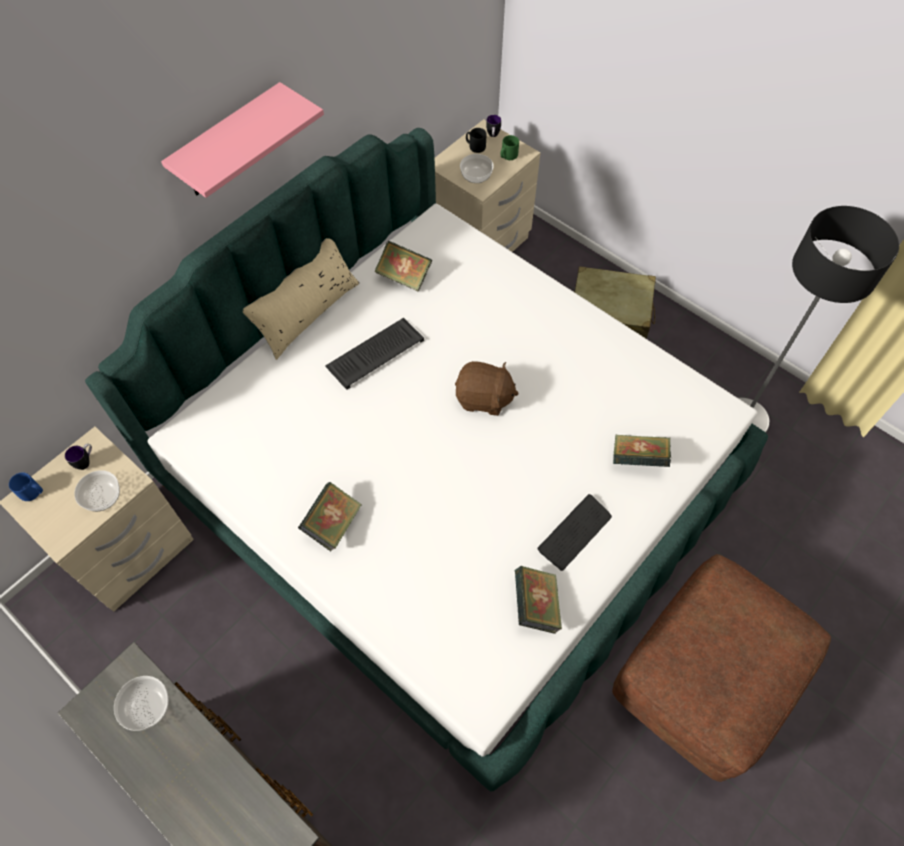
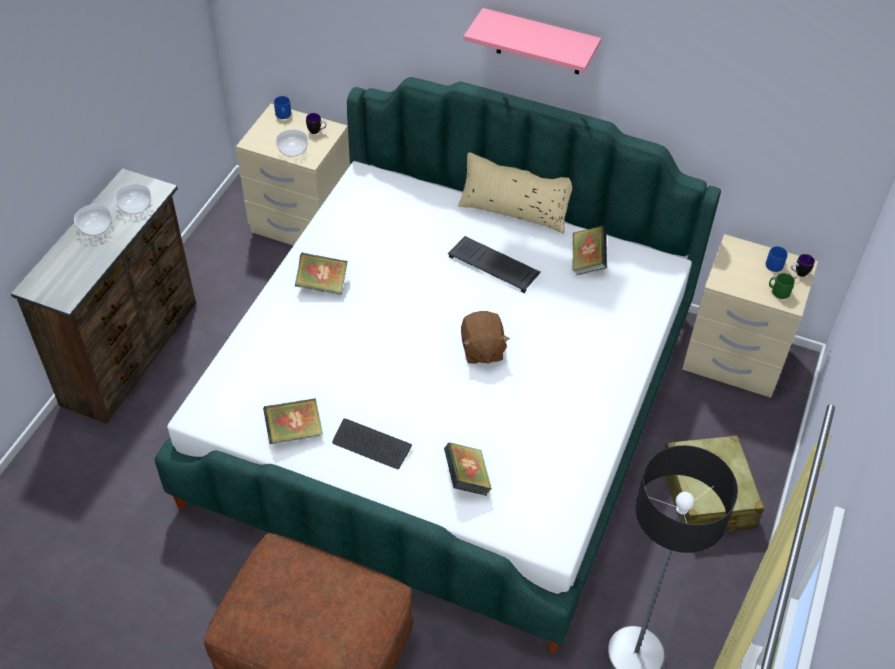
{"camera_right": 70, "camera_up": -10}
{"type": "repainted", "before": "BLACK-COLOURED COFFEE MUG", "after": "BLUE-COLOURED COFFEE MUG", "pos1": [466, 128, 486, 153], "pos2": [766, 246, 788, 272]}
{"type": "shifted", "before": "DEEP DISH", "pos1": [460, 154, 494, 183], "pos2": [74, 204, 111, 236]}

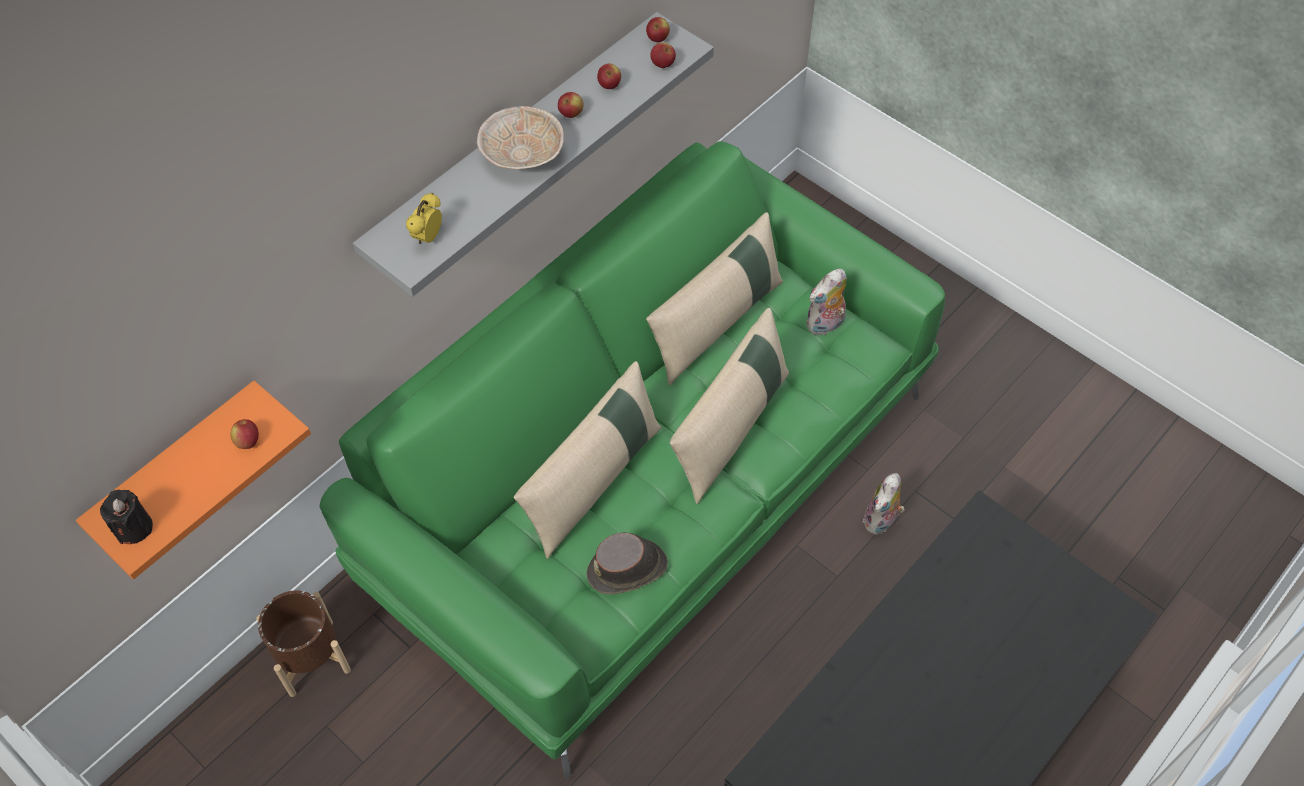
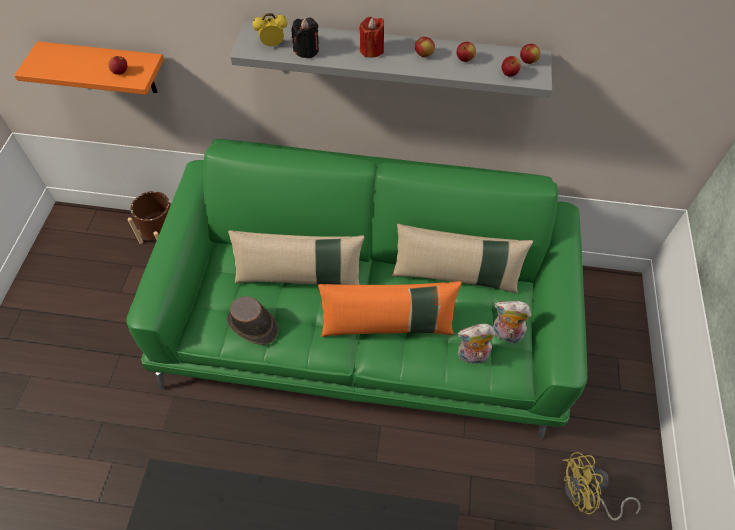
{"camera_right": 55, "camera_up": 0}
{"type": "swapped", "before": "BEIGE DEEP DISH", "after": "REDDISH WAX CANDLE", "pos1": [477, 106, 564, 169], "pos2": [359, 17, 384, 58]}
{"type": "repainted", "before": "BEIGE CUSHION", "after": "ORANGE-COLOURED CUSHION", "pos1": [670, 308, 789, 504], "pos2": [318, 281, 461, 337]}
{"type": "shifted", "before": "PLUSH TOY", "pos1": [863, 473, 904, 535], "pos2": [457, 324, 495, 364]}
{"type": "shifted", "before": "BLACK-COLOURED WAX CANDLE", "pos1": [100, 490, 153, 544], "pos2": [291, 18, 319, 59]}
{"type": "new", "after": "YELLOW COOLING FAN", "pos2": [563, 452, 641, 521]}

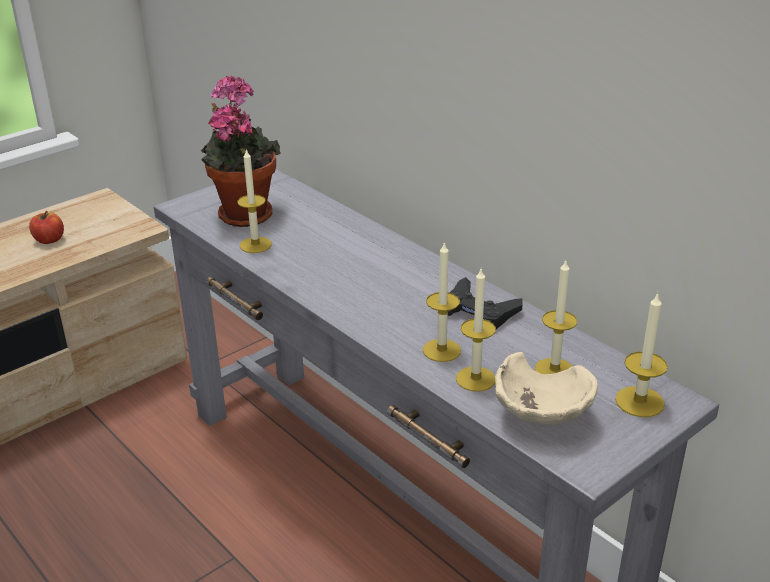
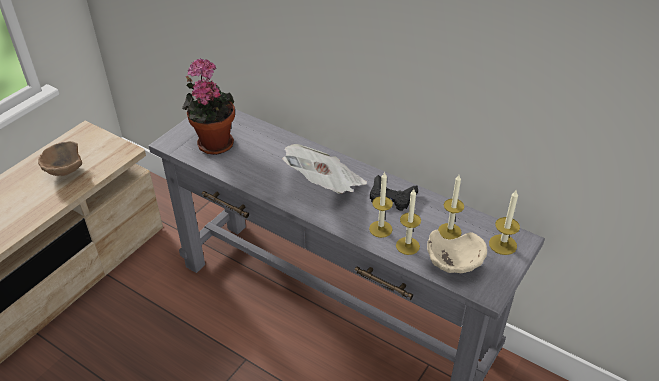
{"camera_right": -15, "camera_up": 10}
{"type": "gone", "before": "WAX CANDLE", "pos1": [237, 149, 272, 253]}
{"type": "swapped", "before": "APPLE", "after": "BROWNISH DEEP DISH", "pos1": [29, 211, 64, 244], "pos2": [38, 141, 82, 176]}
{"type": "new", "after": "PRINTED PAPER", "pos2": [282, 144, 367, 194]}

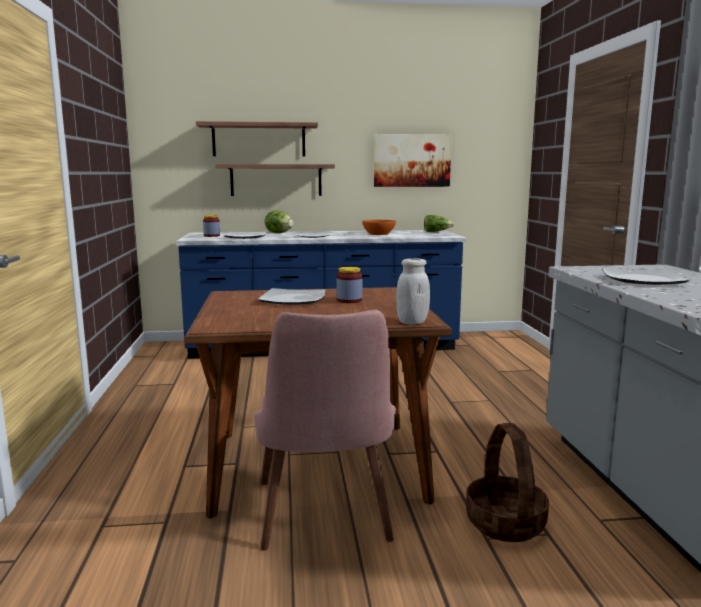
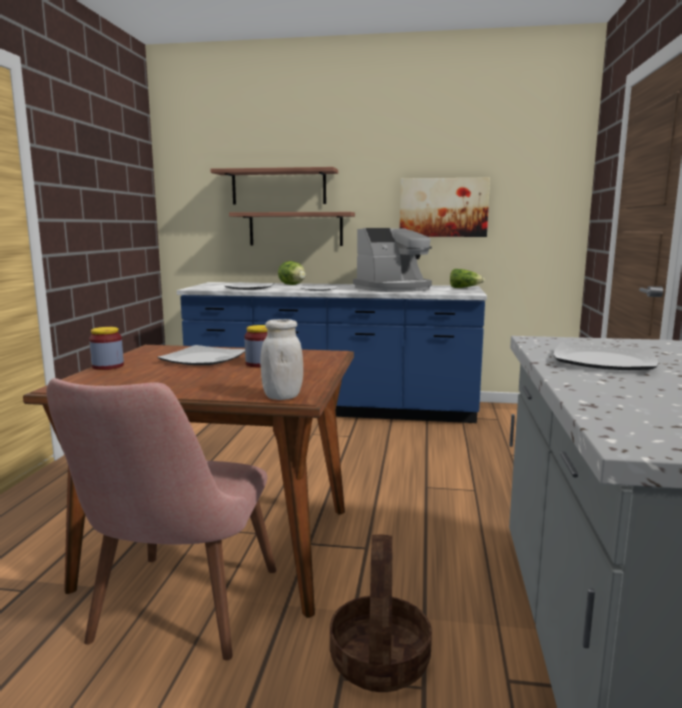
{"camera_right": 15, "camera_up": 0}
{"type": "shifted", "before": "STORAGE JAR", "pos1": [203, 215, 220, 237], "pos2": [89, 327, 124, 370]}
{"type": "swapped", "before": "ORANGE-COLOURED DEEP DISH", "after": "COFFEE MAKER", "pos1": [362, 220, 396, 235], "pos2": [353, 228, 432, 292]}

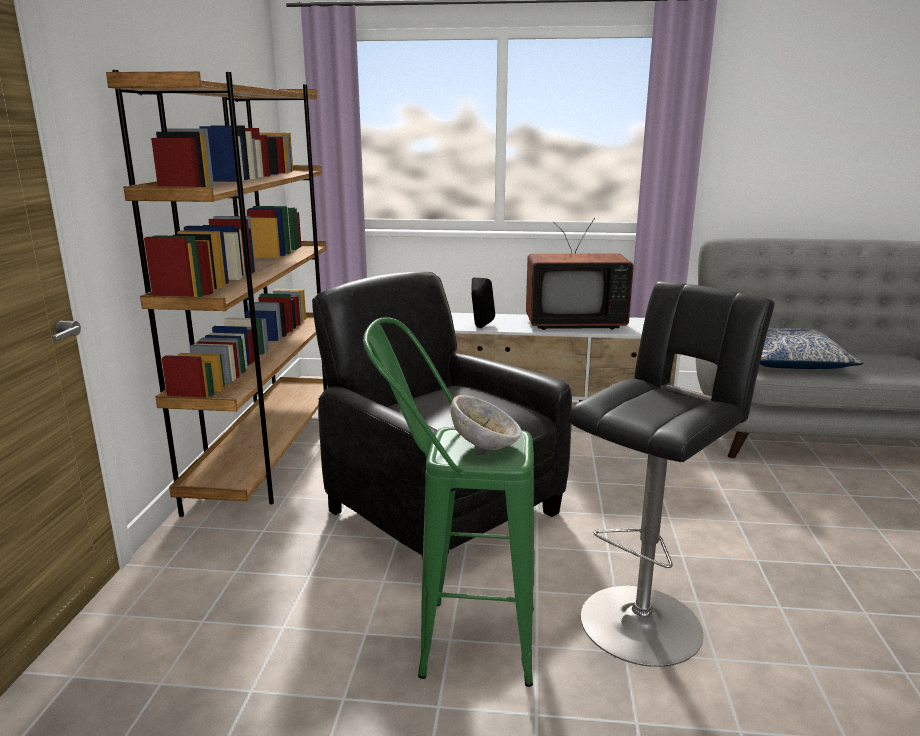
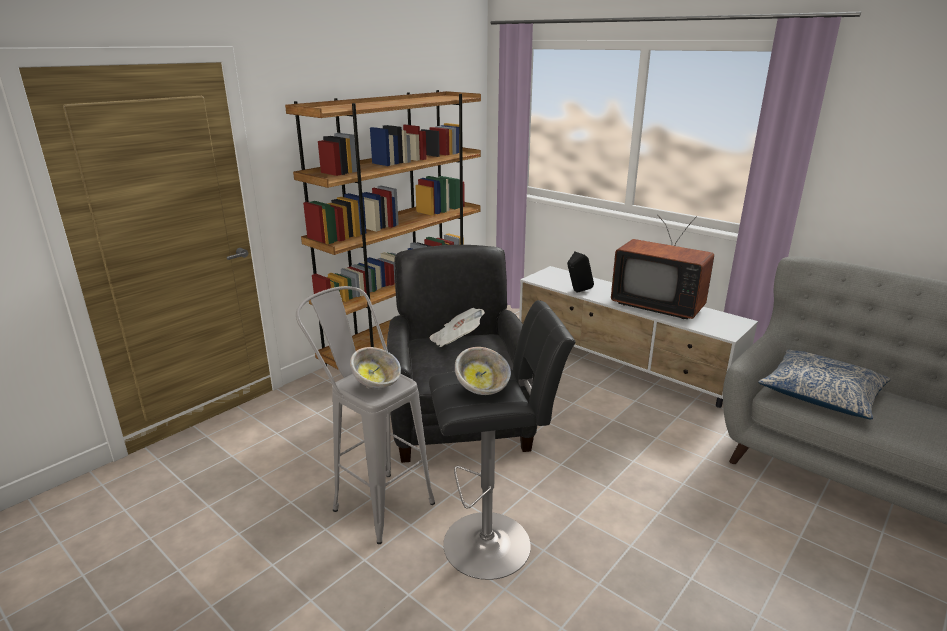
{"camera_right": 35, "camera_up": 5}
{"type": "repainted", "before": "GREEN SITTING STOOL", "after": "GRAY SITTING STOOL", "pos1": [363, 317, 534, 687], "pos2": [296, 286, 435, 544]}
{"type": "new", "after": "PRINTED PAPER", "pos2": [430, 308, 485, 347]}
{"type": "new", "after": "DEEP DISH", "pos2": [455, 347, 511, 395]}

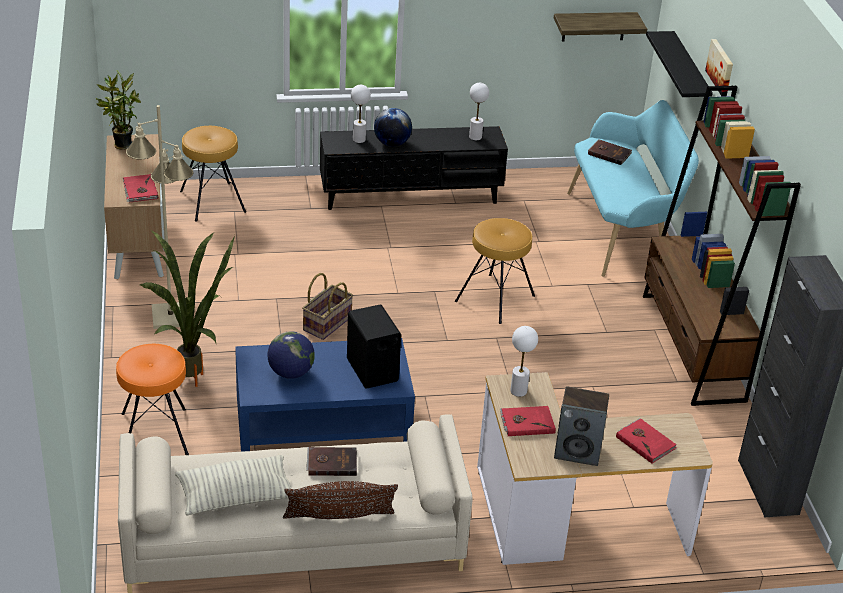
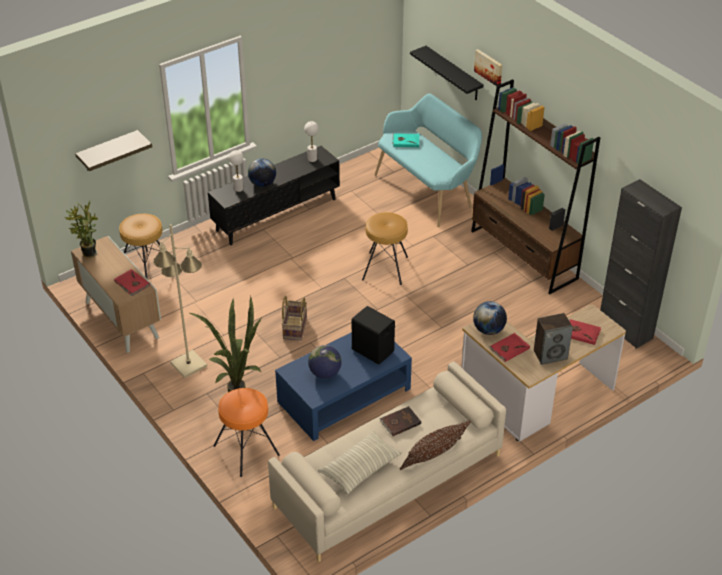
{"camera_right": -25, "camera_up": 5}
{"type": "shifted", "before": "WALL SHELF", "pos1": [554, 12, 647, 41], "pos2": [75, 130, 152, 171]}
{"type": "repainted", "before": "BROWNISH VOLUME", "after": "TURQUOISE-COLOURED VOLUME", "pos1": [588, 139, 632, 165], "pos2": [392, 133, 420, 147]}
{"type": "swapped", "before": "WHITE-COLOURED TABLE LAMP", "after": "DESK GLOBE", "pos1": [510, 326, 538, 397], "pos2": [473, 301, 507, 335]}

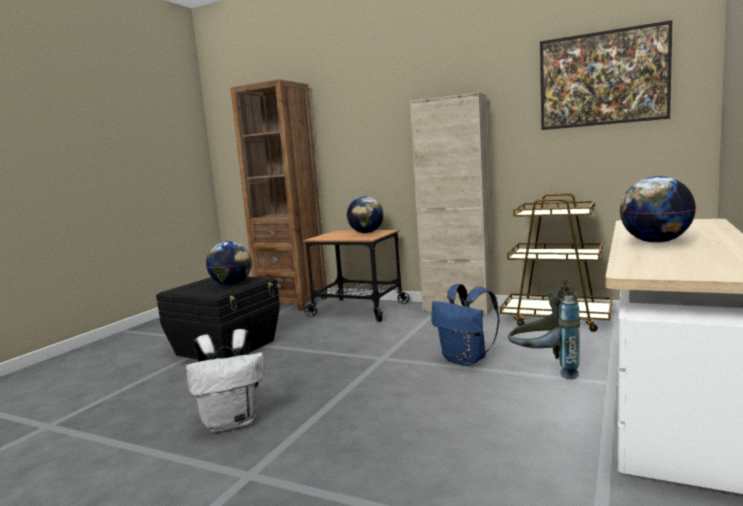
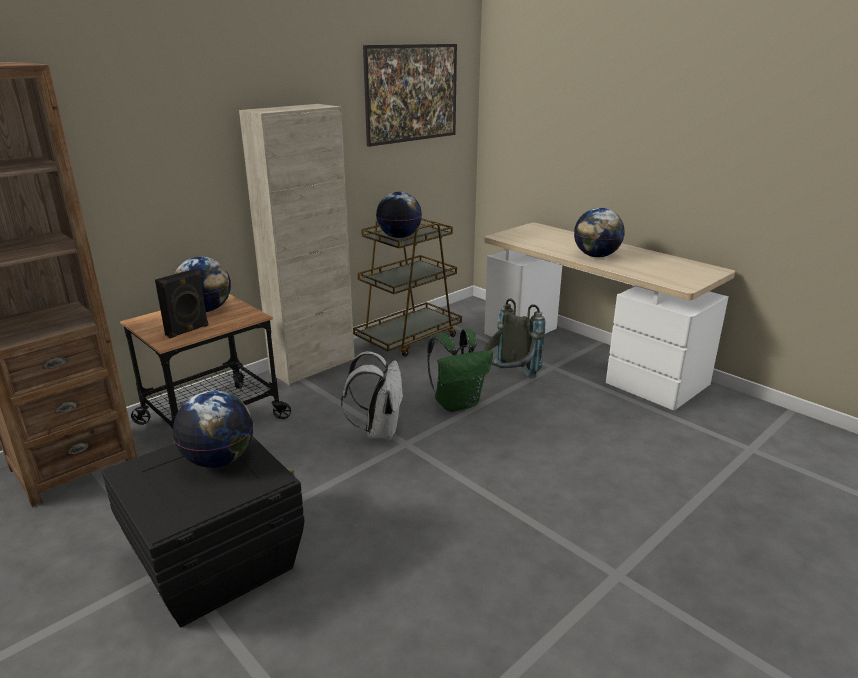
{"camera_right": -70, "camera_up": 15}
{"type": "repainted", "before": "BLUE-COLOURED BACKPACK", "after": "GREEN BACKPACK", "pos1": [431, 284, 499, 366], "pos2": [427, 329, 493, 412]}
{"type": "shifted", "before": "WHITE-COLOURED BACKPACK", "pos1": [186, 329, 264, 433], "pos2": [341, 351, 403, 440]}
{"type": "new", "after": "DESK GLOBE", "pos2": [376, 192, 422, 238]}
{"type": "new", "after": "BLACK-COLOURED LOUDSPEAKER", "pos2": [155, 269, 209, 338]}

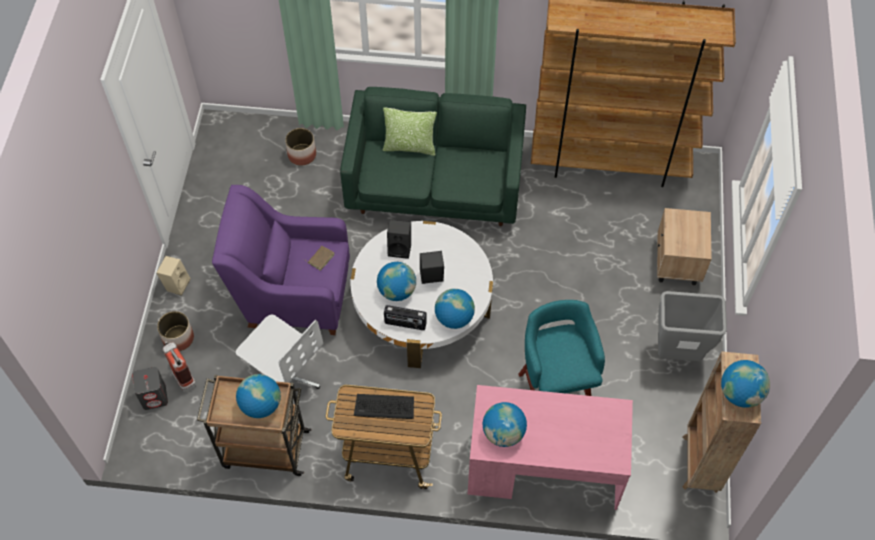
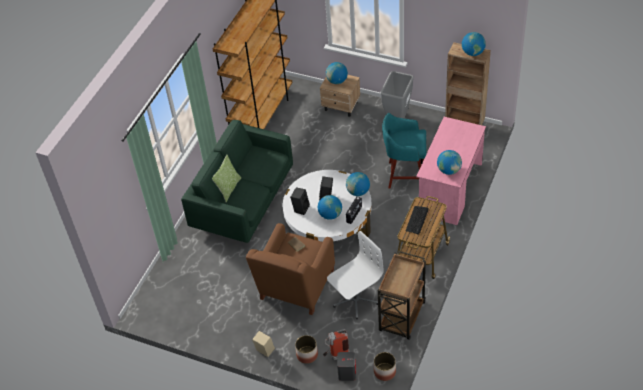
{"camera_right": -70, "camera_up": -10}
{"type": "shifted", "before": "FLOWER POT", "pos1": [285, 128, 316, 166], "pos2": [374, 352, 396, 381]}
{"type": "repainted", "before": "PURPLE ARMCHAIR", "after": "BROWNISH ARMCHAIR", "pos1": [212, 185, 350, 335], "pos2": [246, 223, 335, 315]}
{"type": "shifted", "before": "DESK GLOBE", "pos1": [236, 374, 281, 418], "pos2": [326, 62, 348, 84]}

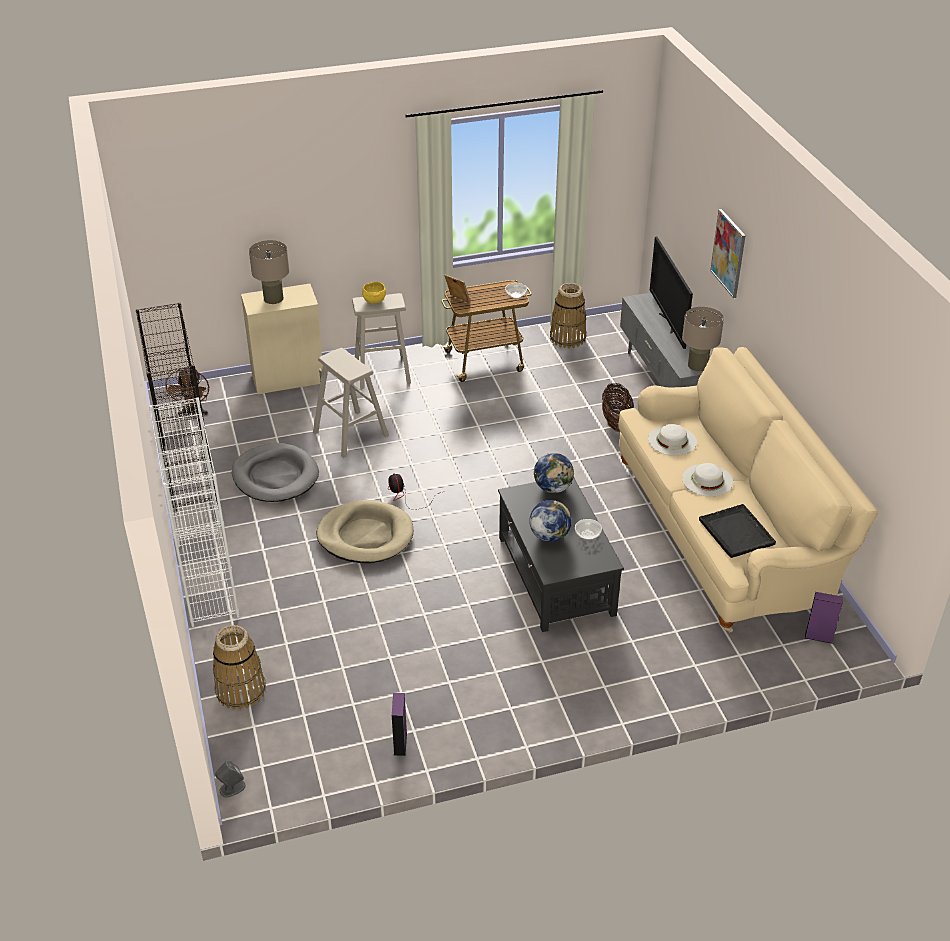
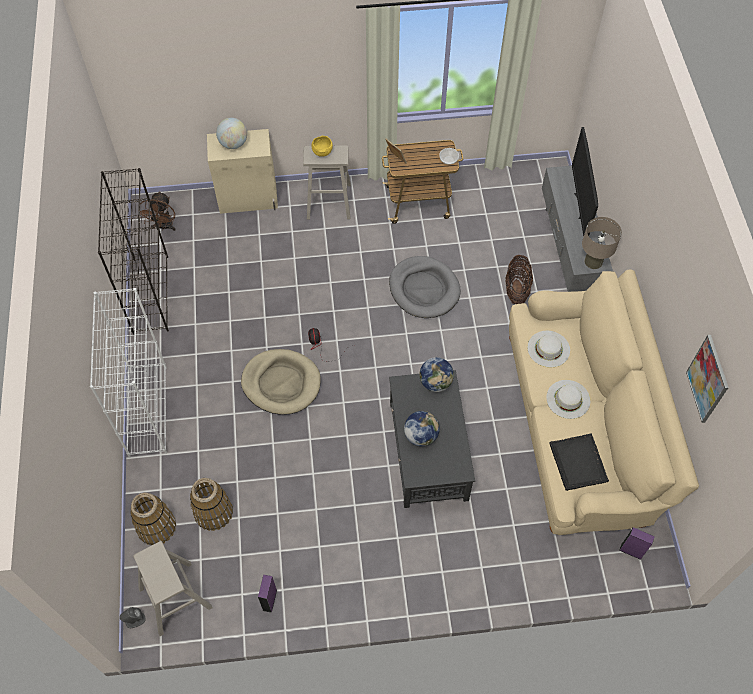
{"camera_right": 10, "camera_up": 20}
{"type": "shifted", "before": "WALL PICTURE", "pos1": [710, 209, 746, 298], "pos2": [686, 335, 729, 423]}
{"type": "swapped", "before": "BEIGE TABLE LAMP", "after": "DESK GLOBE", "pos1": [249, 240, 289, 304], "pos2": [216, 118, 247, 149]}
{"type": "shifted", "before": "STORAGE BASKET", "pos1": [550, 283, 586, 348], "pos2": [190, 478, 233, 531]}
{"type": "shifted", "before": "BEIGE SITTING STOOL", "pos1": [313, 348, 389, 458], "pos2": [133, 541, 213, 636]}
{"type": "shifted", "before": "GRAY PET BED", "pos1": [232, 443, 319, 502], "pos2": [389, 256, 461, 318]}
{"type": "gone", "before": "DEEP DISH", "pos1": [575, 519, 602, 540]}

